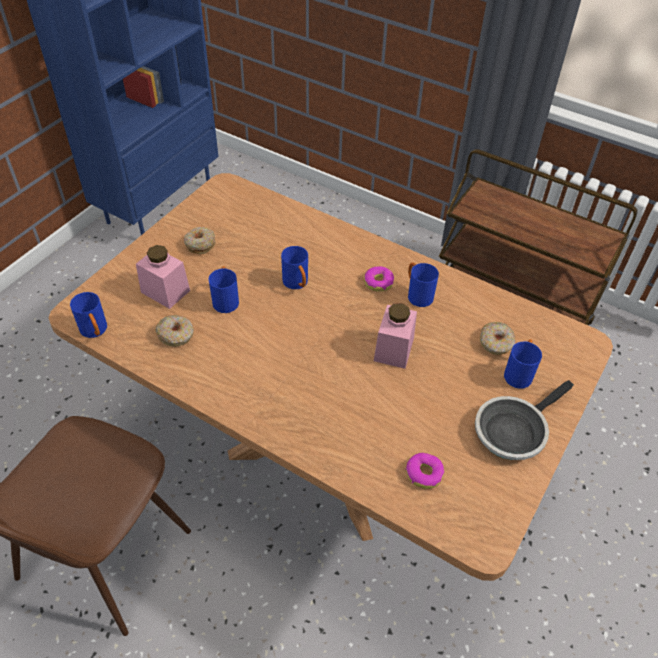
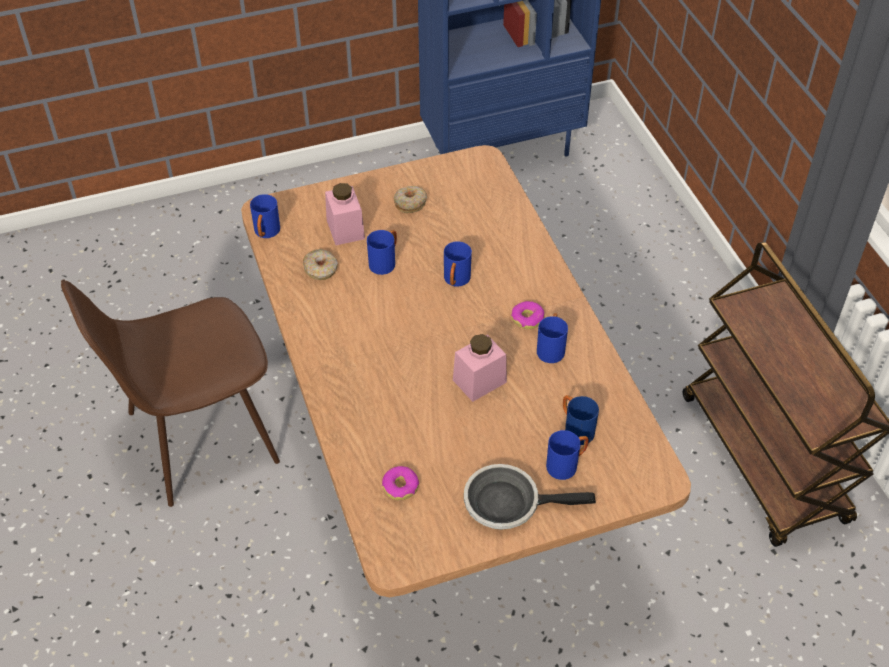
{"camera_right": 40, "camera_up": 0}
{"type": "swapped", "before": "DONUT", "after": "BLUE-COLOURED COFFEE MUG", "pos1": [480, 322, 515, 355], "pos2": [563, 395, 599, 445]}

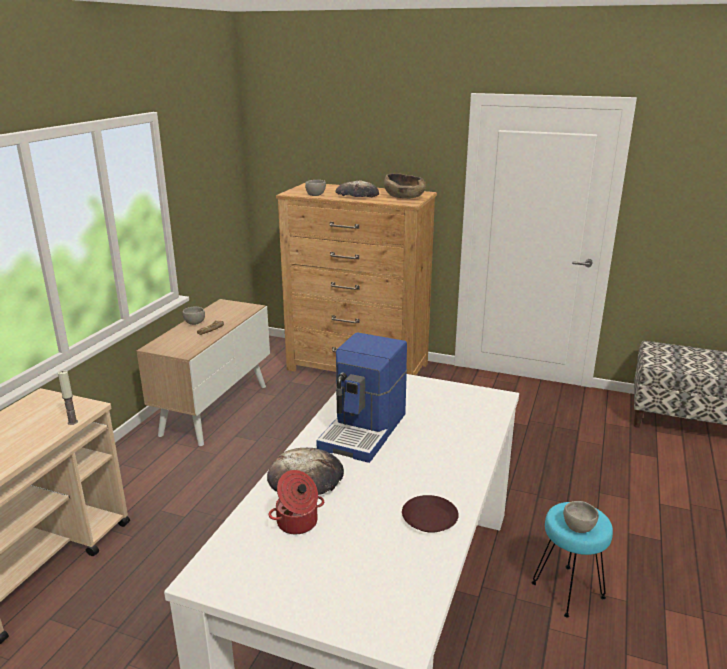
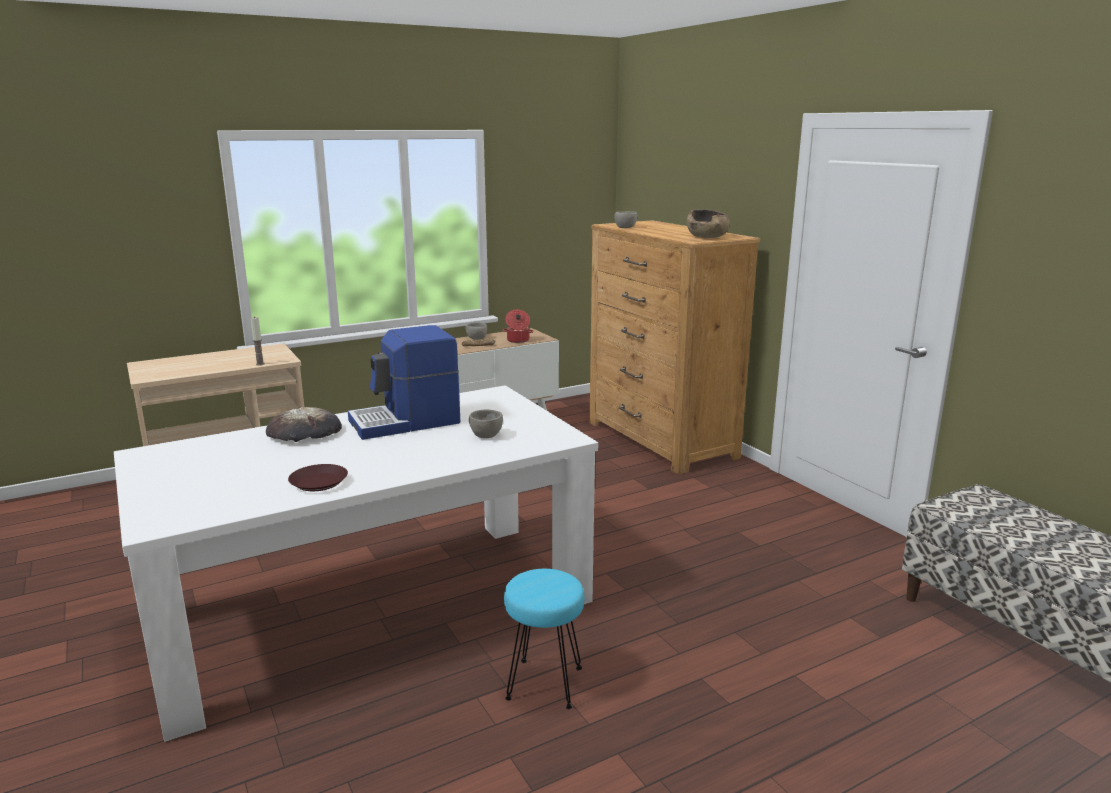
{"camera_right": 40, "camera_up": -5}
{"type": "gone", "before": "BAKED BREAD", "pos1": [335, 180, 379, 197]}
{"type": "shifted", "before": "COOKING POT", "pos1": [269, 470, 324, 534], "pos2": [503, 309, 534, 343]}
{"type": "shifted", "before": "GRAY DEEP DISH", "pos1": [563, 501, 598, 533], "pos2": [469, 410, 503, 438]}

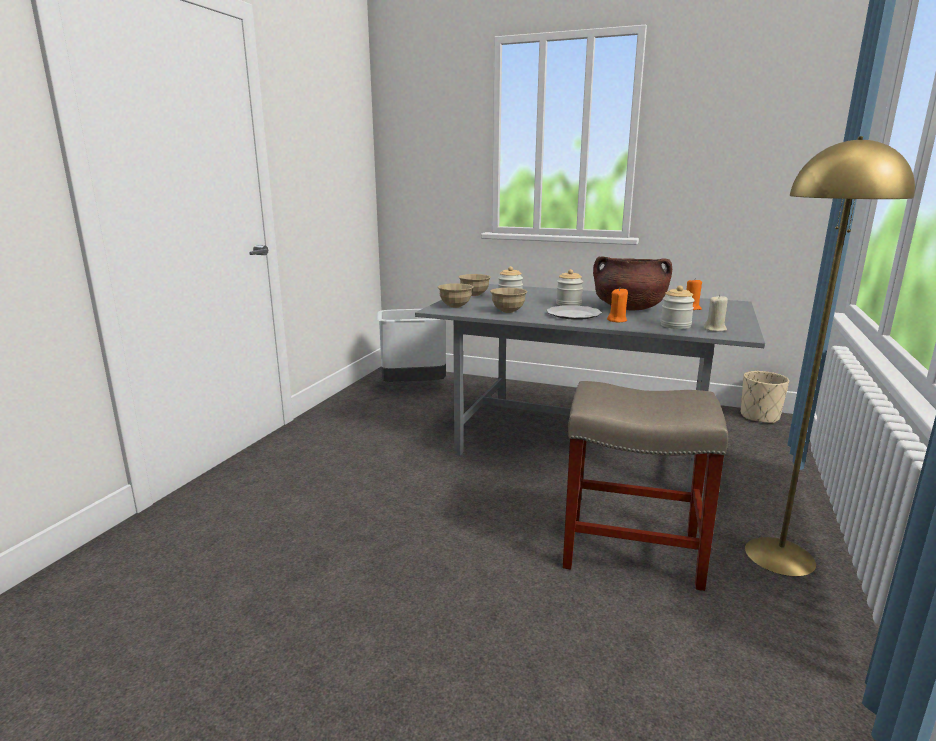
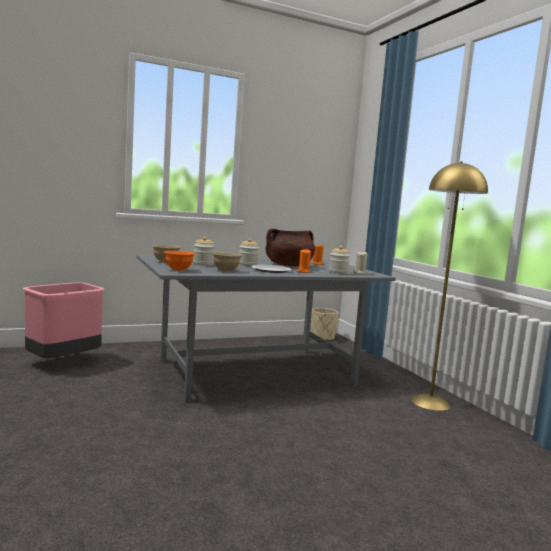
{"camera_right": -45, "camera_up": -10}
{"type": "repainted", "before": "BEIGE DEEP DISH", "after": "ORANGE-COLOURED DEEP DISH", "pos1": [438, 283, 473, 308], "pos2": [164, 251, 195, 271]}
{"type": "repainted", "before": "GRAY RUBBISH BIN", "after": "PINK RUBBISH BIN", "pos1": [377, 309, 446, 382], "pos2": [23, 282, 104, 358]}
{"type": "gone", "before": "BEIGE SITTING STOOL", "pos1": [563, 381, 728, 591]}

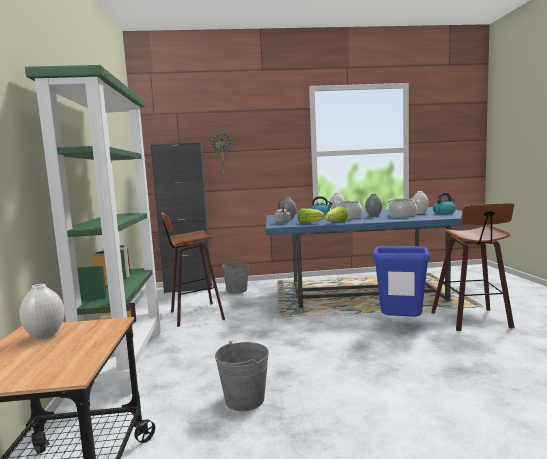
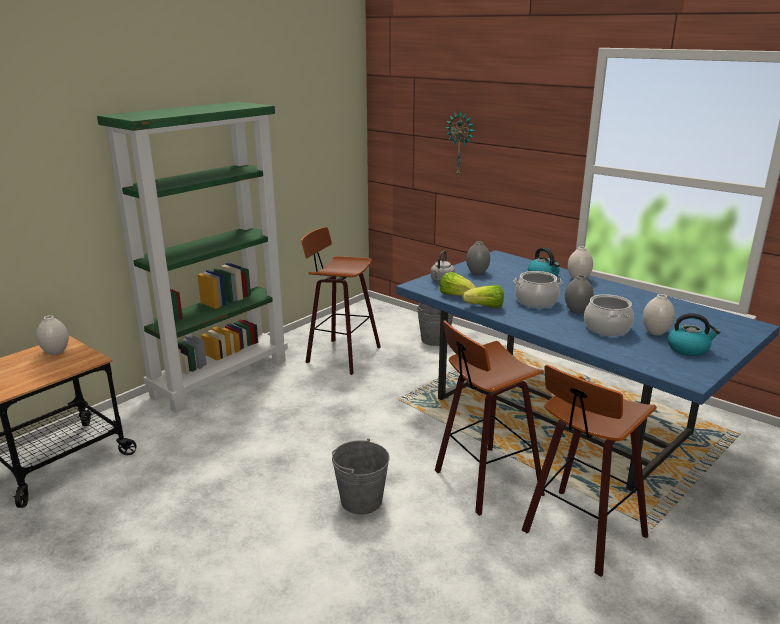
{"camera_right": 45, "camera_up": 15}
{"type": "gone", "before": "BLACK-COLOURED STORAGE CABINET", "pos1": [151, 143, 212, 293]}
{"type": "swapped", "before": "BLUE-COLOURED RUBBISH BIN", "after": "SITTING STOOL", "pos1": [373, 246, 430, 317], "pos2": [435, 320, 545, 516]}
{"type": "shifted", "before": "GRAY PAIL", "pos1": [215, 341, 269, 411], "pos2": [332, 439, 390, 515]}

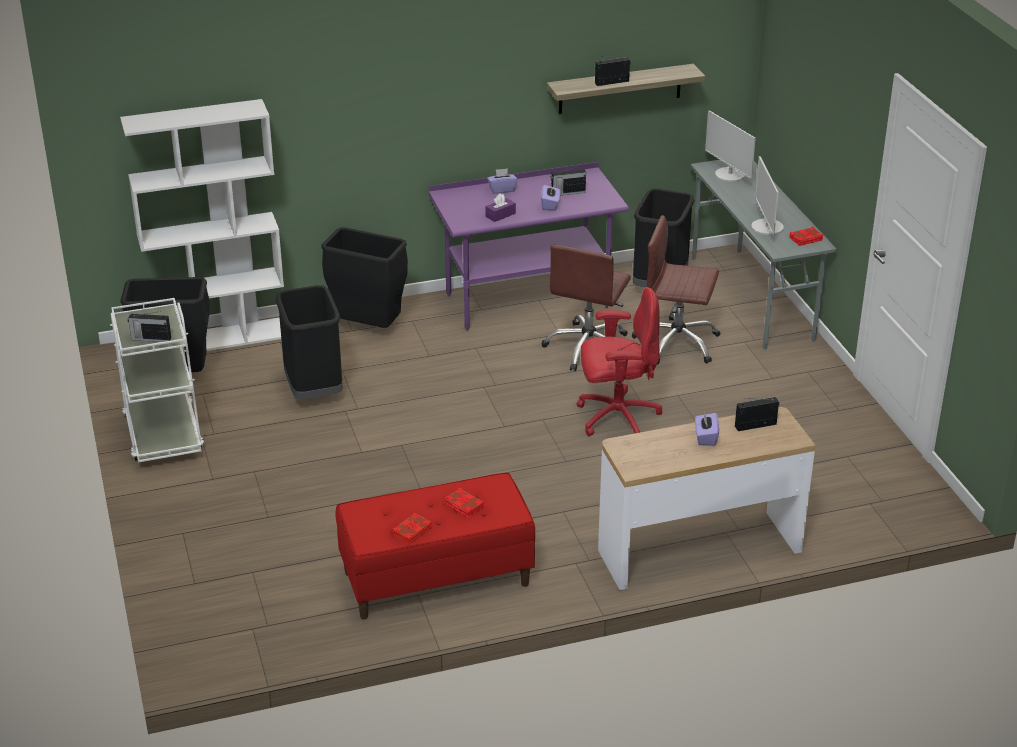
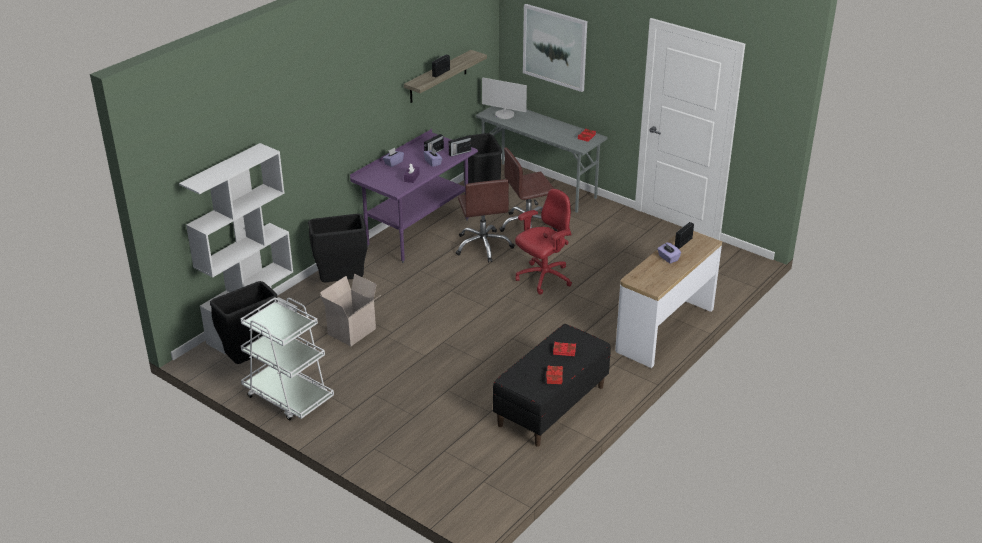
{"camera_right": -35, "camera_up": 0}
{"type": "gone", "before": "MONITOR", "pos1": [751, 156, 784, 235]}
{"type": "swapped", "before": "BLACK-COLOURED RUBBISH BIN", "after": "PACKING BOX", "pos1": [276, 285, 343, 399], "pos2": [320, 274, 381, 346]}
{"type": "shifted", "before": "RADIO RECEIVER", "pos1": [128, 311, 171, 342], "pos2": [448, 135, 471, 157]}
{"type": "repainted", "before": "REDDISH LONG SEAT", "after": "BLACK-COLOURED LONG SEAT", "pos1": [336, 473, 535, 620], "pos2": [493, 324, 611, 447]}
{"type": "new", "after": "WALL PICTURE", "pos2": [523, 4, 587, 92]}

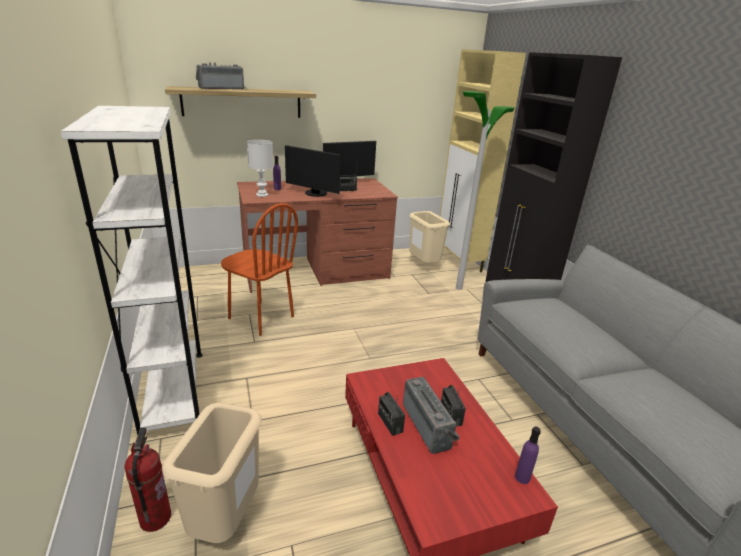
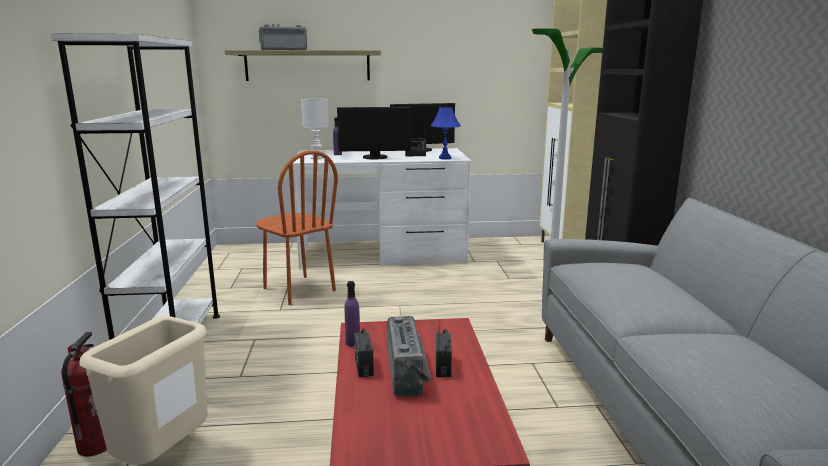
{"camera_right": 15, "camera_up": -10}
{"type": "rotated", "before": "MONITOR", "pos1": [285, 145, 341, 197], "pos2": [337, 107, 411, 160], "turn": -45}
{"type": "repainted", "before": "BROWNISH DESK TABLE", "after": "WHITE-COLOURED DESK TABLE", "pos1": [237, 178, 398, 293], "pos2": [293, 148, 471, 269]}
{"type": "gone", "before": "BEIGE RUBBISH BIN", "pos1": [409, 211, 450, 263]}
{"type": "shifted", "before": "PURPLE DRINK BOTTLE", "pos1": [515, 426, 541, 484], "pos2": [344, 281, 360, 347]}
{"type": "new", "after": "BLUE-COLOURED TABLE LAMP", "pos2": [430, 107, 461, 159]}

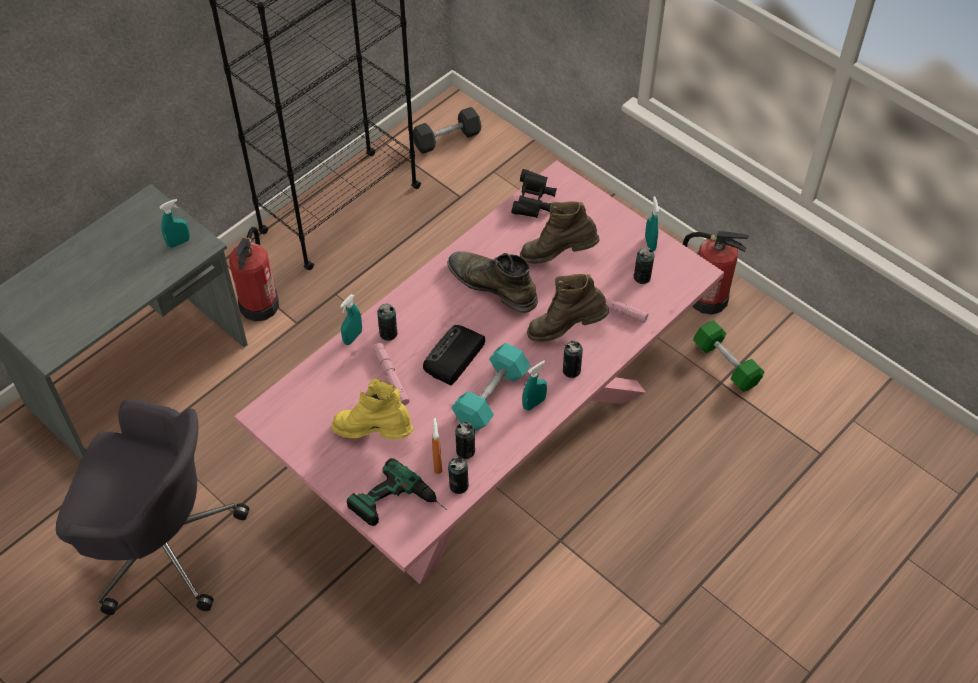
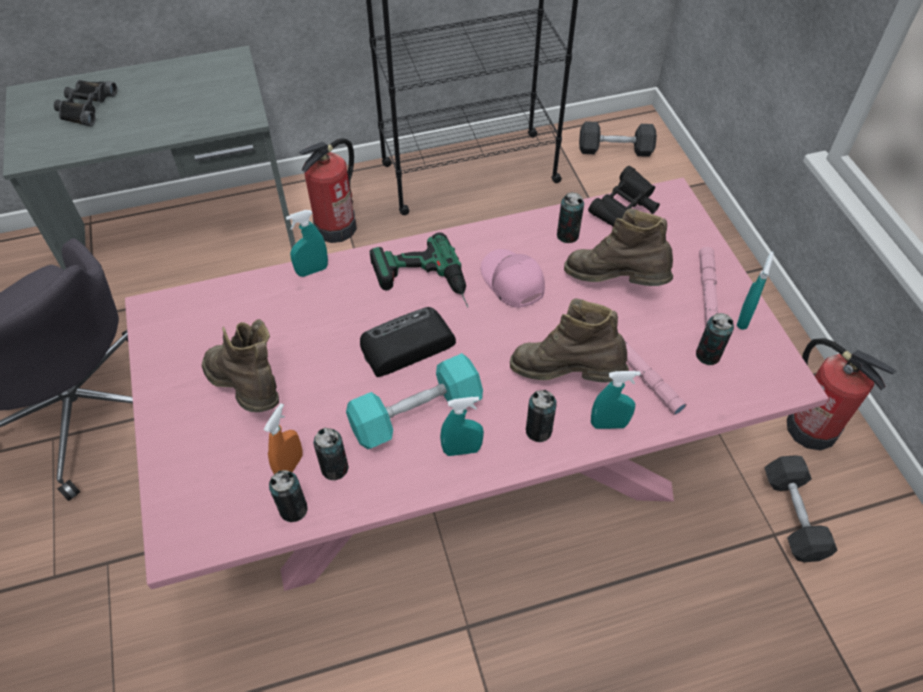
{"camera_right": 30, "camera_up": 0}
{"type": "shifted", "before": "TURQUOISE-COLOURED HAND SPRAYER", "pos1": [160, 199, 190, 248], "pos2": [591, 371, 641, 429]}
{"type": "swapped", "before": "GREEN BOOT", "after": "PINK PEAKED CAP", "pos1": [448, 251, 538, 313], "pos2": [481, 249, 545, 308]}
{"type": "shifted", "before": "SEALED CAN", "pos1": [377, 304, 397, 341], "pos2": [557, 192, 584, 243]}
{"type": "repainted", "before": "GREEN HAND WEIGHT", "after": "GRAY HAND WEIGHT", "pos1": [693, 320, 764, 392], "pos2": [764, 455, 838, 562]}
{"type": "shifted", "before": "PINK FLASHLIGHT", "pos1": [372, 343, 409, 405], "pos2": [699, 247, 718, 326]}
{"type": "repainted", "before": "YELLOW BOOT", "after": "BROWNISH BOOT", "pos1": [332, 378, 413, 439], "pos2": [202, 319, 279, 412]}
{"type": "shifted", "before": "ELECTRIC DRILL", "pos1": [347, 458, 447, 526], "pos2": [369, 232, 468, 307]}
{"type": "new", "after": "BLACK-COLOURED PAIR OF BINOCULARS", "pos2": [54, 80, 117, 126]}

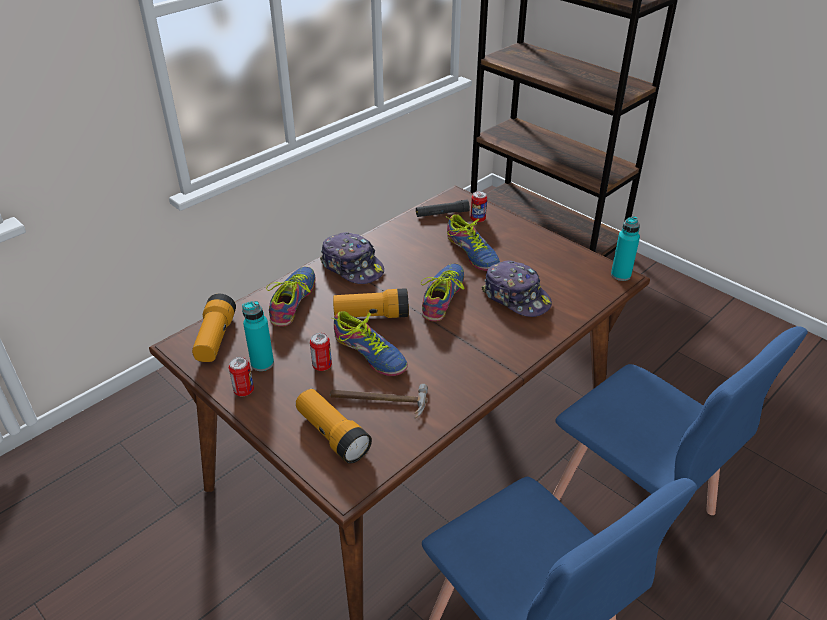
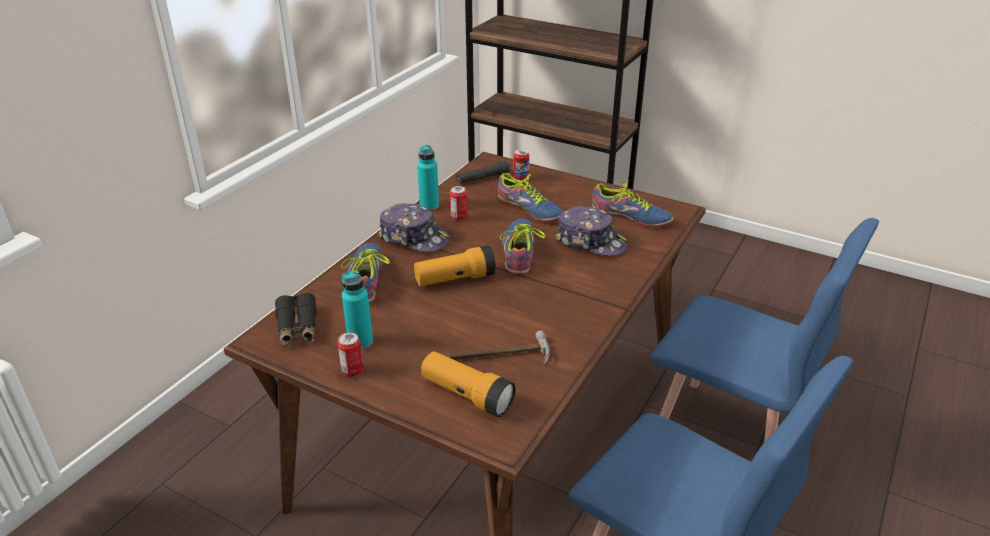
{"camera_right": -15, "camera_up": -5}
{"type": "shifted", "before": "TURQUOISE-COLOURED DRINK BOTTLE", "pos1": [611, 216, 640, 281], "pos2": [417, 145, 439, 211]}
{"type": "swapped", "before": "FLASHLIGHT", "after": "BLACK-COLOURED PAIR OF BINOCULARS", "pos1": [192, 294, 236, 362], "pos2": [275, 292, 317, 346]}
{"type": "shifted", "before": "SHOE", "pos1": [332, 311, 408, 376], "pos2": [592, 181, 674, 227]}
{"type": "shifted", "before": "SEALED CAN", "pos1": [310, 333, 332, 371], "pos2": [450, 186, 467, 221]}

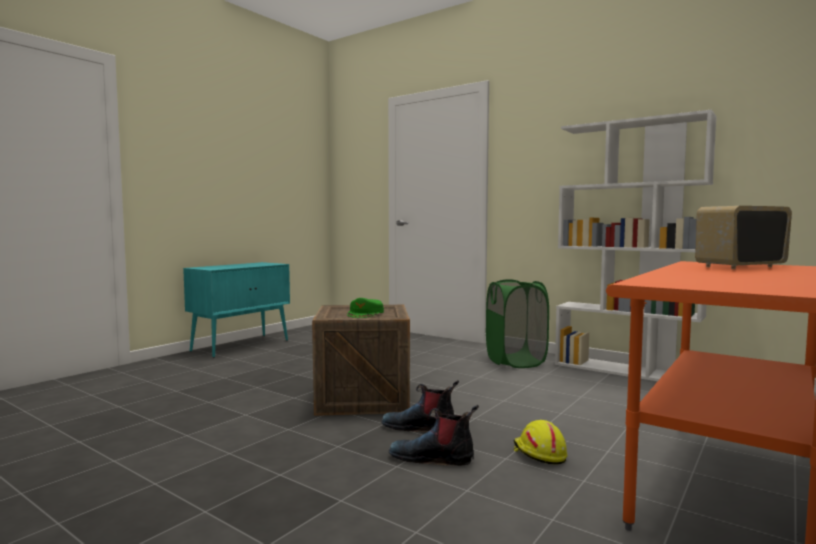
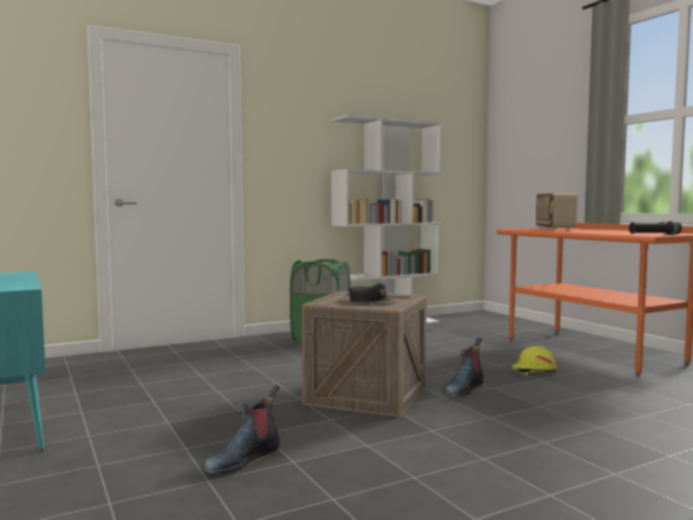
{"camera_right": -65, "camera_up": 0}
{"type": "repainted", "before": "GREEN PEAKED CAP", "after": "BLACK-COLOURED PEAKED CAP", "pos1": [347, 298, 384, 318], "pos2": [349, 283, 395, 305]}
{"type": "shifted", "before": "BOOT", "pos1": [389, 405, 479, 466], "pos2": [204, 385, 280, 474]}
{"type": "new", "after": "BLACK-COLOURED FLASHLIGHT", "pos2": [629, 221, 682, 235]}

